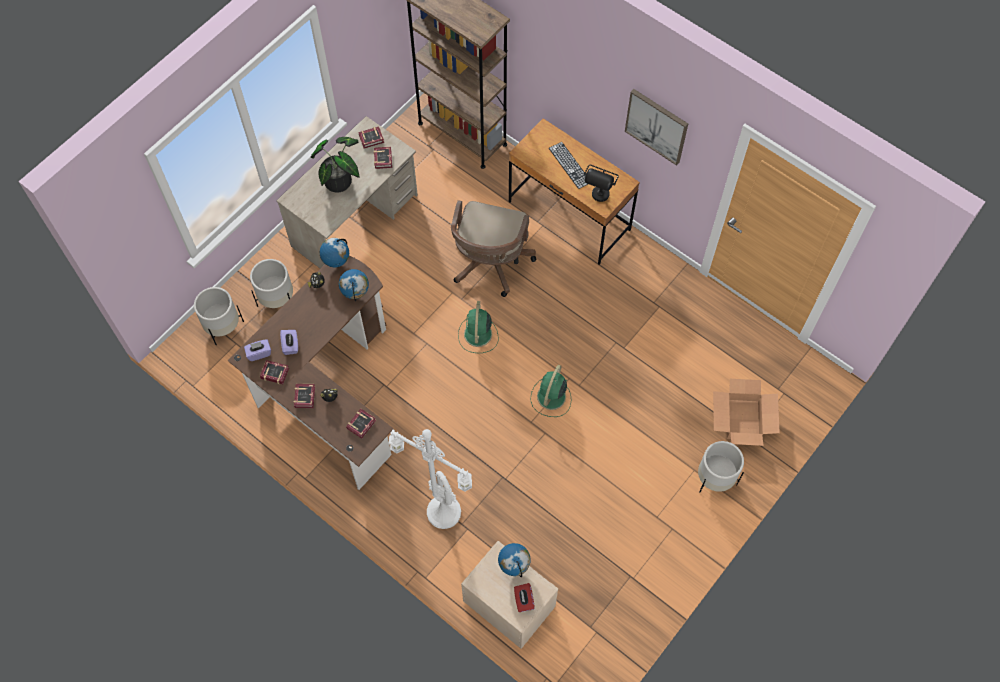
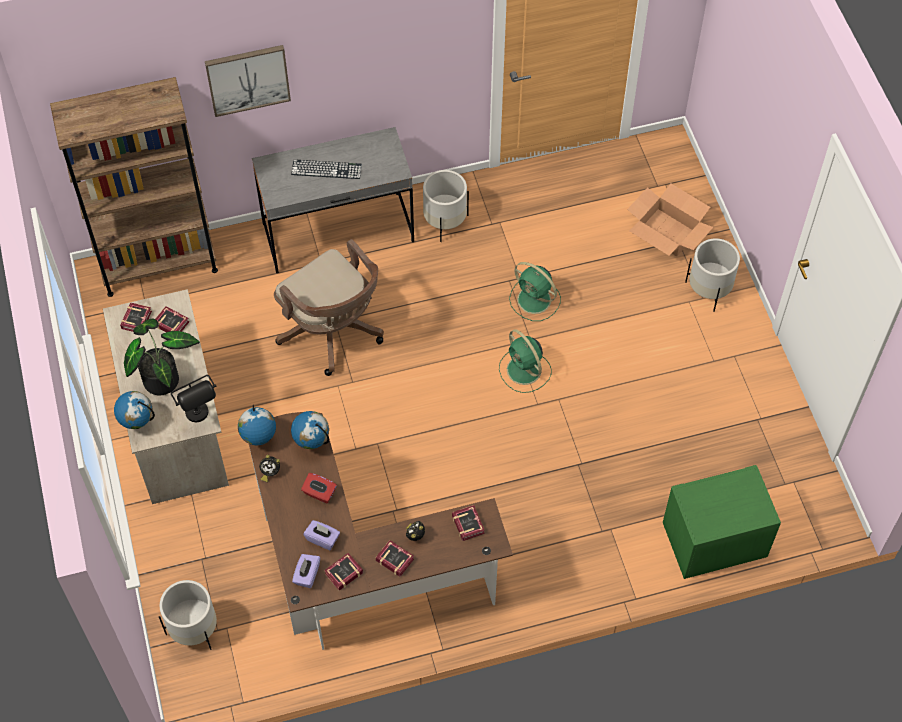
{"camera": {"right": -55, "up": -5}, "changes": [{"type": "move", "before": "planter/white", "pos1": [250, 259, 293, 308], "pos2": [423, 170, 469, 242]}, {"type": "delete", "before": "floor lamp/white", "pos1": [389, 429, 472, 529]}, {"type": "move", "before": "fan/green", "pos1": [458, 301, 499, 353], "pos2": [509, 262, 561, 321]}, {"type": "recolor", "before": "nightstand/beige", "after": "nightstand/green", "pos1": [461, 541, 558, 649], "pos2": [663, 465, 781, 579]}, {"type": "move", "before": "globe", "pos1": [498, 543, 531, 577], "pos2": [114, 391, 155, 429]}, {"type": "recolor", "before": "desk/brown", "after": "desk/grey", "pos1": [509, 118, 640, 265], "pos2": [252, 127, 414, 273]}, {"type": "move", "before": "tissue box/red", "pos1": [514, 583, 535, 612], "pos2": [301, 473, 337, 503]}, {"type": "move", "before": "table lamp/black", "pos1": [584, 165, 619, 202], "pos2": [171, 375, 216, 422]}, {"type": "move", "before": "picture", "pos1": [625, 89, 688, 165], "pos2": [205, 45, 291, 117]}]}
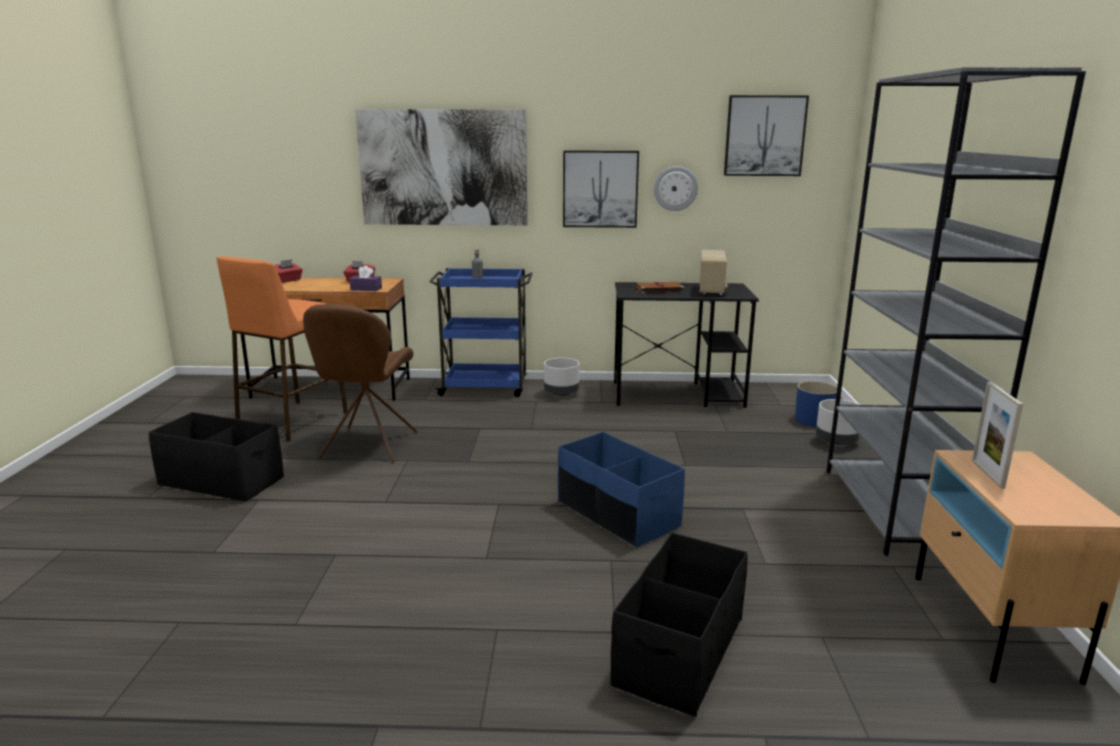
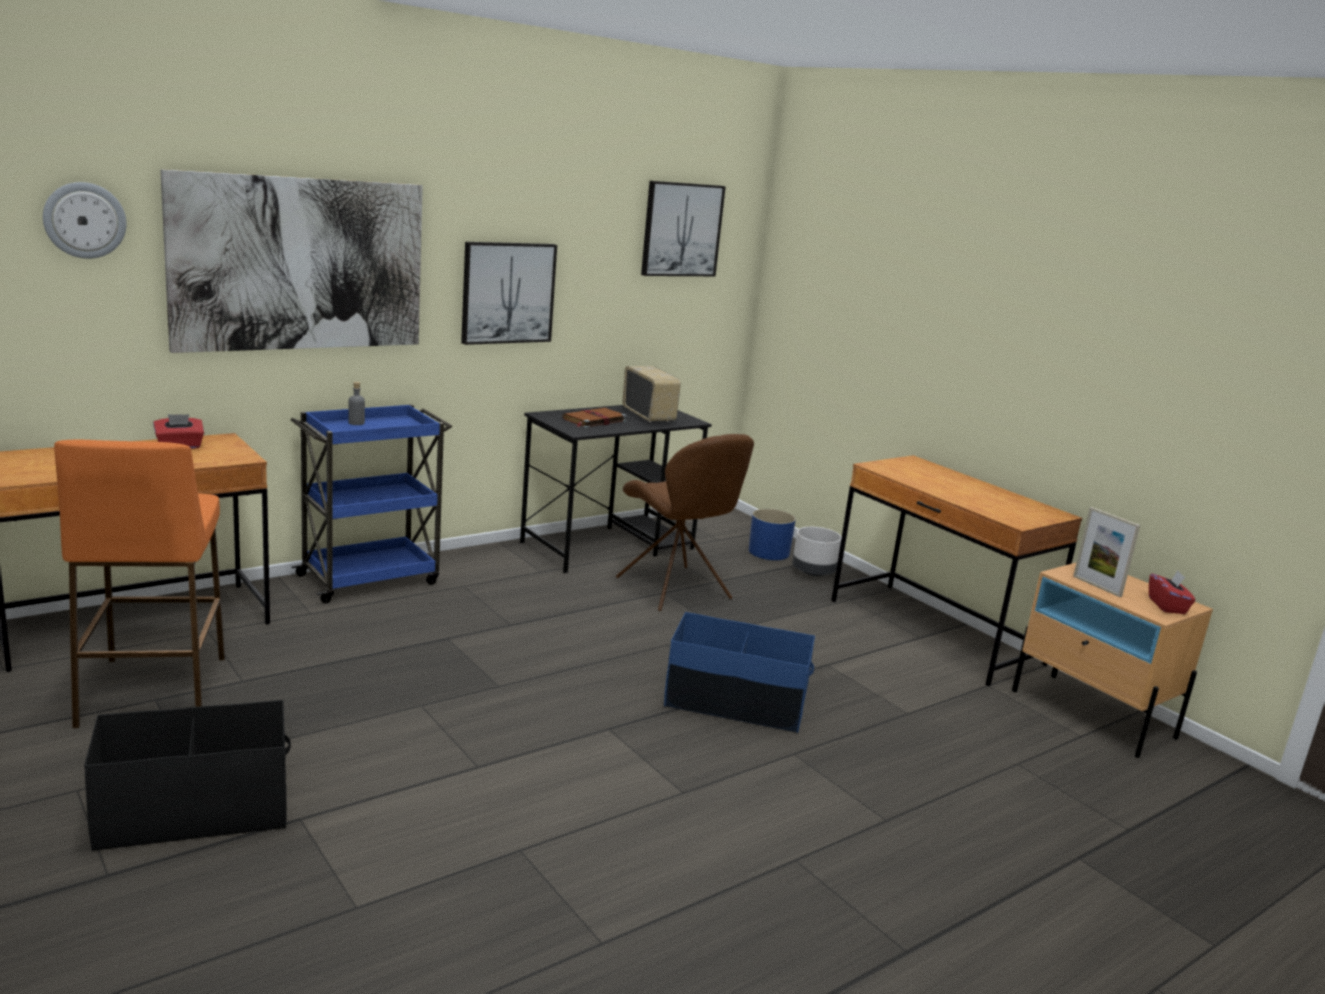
{"camera": {"right": -40, "up": 0}, "changes": [{"type": "move", "before": "tissue box/red", "pos1": [274, 259, 303, 283], "pos2": [1149, 571, 1196, 614]}, {"type": "move", "before": "chair/brown", "pos1": [303, 304, 417, 462], "pos2": [616, 434, 754, 611]}, {"type": "delete", "before": "tissue box/purple", "pos1": [350, 266, 382, 291]}, {"type": "delete", "before": "planter/grey", "pos1": [544, 358, 580, 396]}, {"type": "delete", "before": "storage box/black", "pos1": [611, 533, 748, 717]}, {"type": "move", "before": "wall clock", "pos1": [654, 166, 698, 211], "pos2": [43, 182, 127, 259]}, {"type": "replace", "before": "bookcase/grey", "after": "desk/brown", "pos1": [826, 67, 1086, 556], "pos2": [831, 455, 1082, 686]}]}
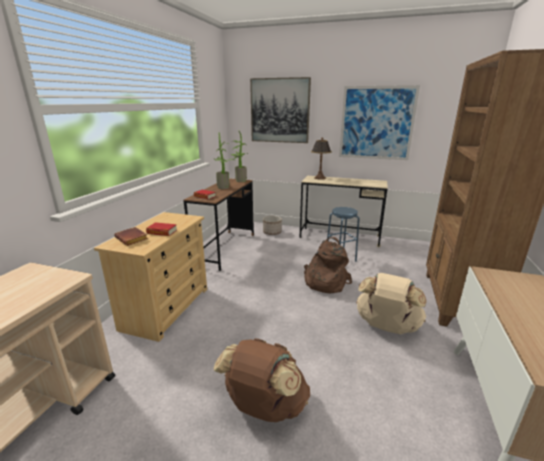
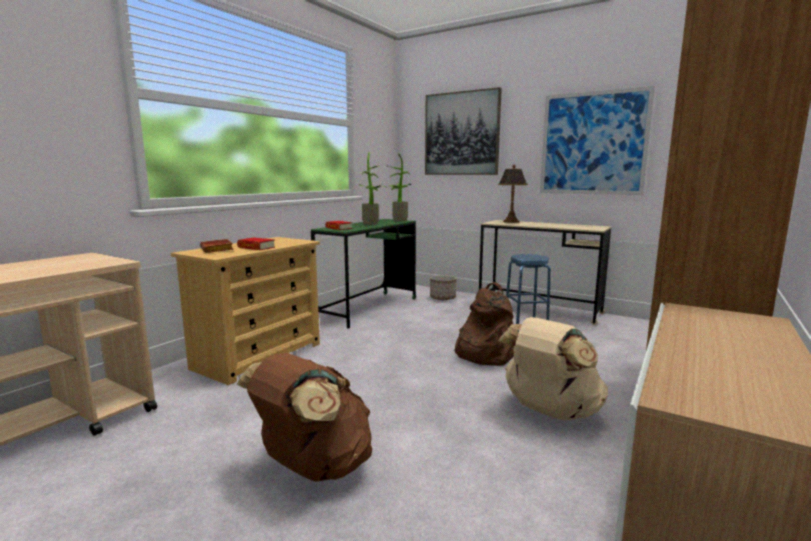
{"camera": {"right": 15, "up": -10}, "changes": [{"type": "recolor", "before": "desk/brown", "after": "desk/green", "pos1": [184, 178, 254, 271], "pos2": [311, 219, 416, 329]}]}
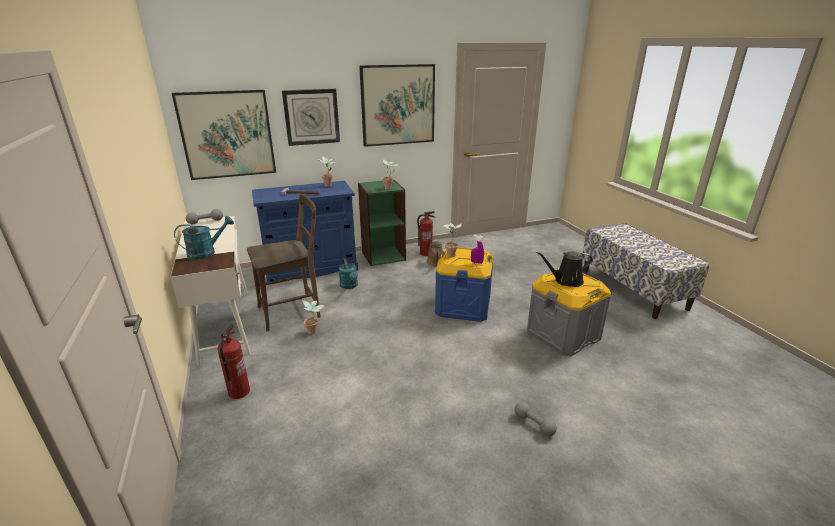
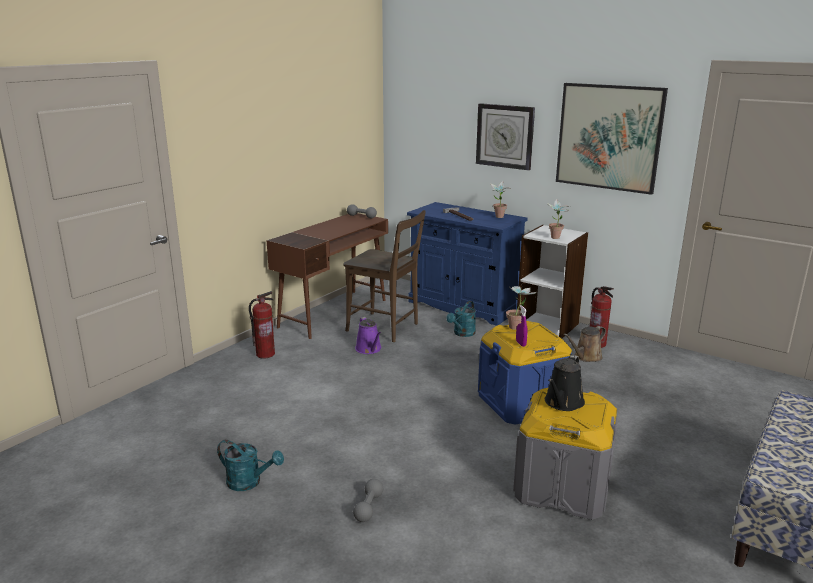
{"camera": {"right": 55, "up": -5}, "changes": [{"type": "recolor", "before": "desk/white", "after": "desk/brown", "pos1": [170, 216, 251, 366], "pos2": [266, 213, 388, 339]}, {"type": "delete", "before": "picture", "pos1": [172, 90, 276, 180]}, {"type": "move", "before": "watering can/turquoise", "pos1": [174, 216, 234, 260], "pos2": [217, 440, 284, 491]}, {"type": "replace", "before": "potted plant", "after": "watering can/purple", "pos1": [302, 300, 325, 334], "pos2": [355, 317, 382, 354]}, {"type": "recolor", "before": "bookcase/green", "after": "bookcase/white", "pos1": [358, 179, 406, 266], "pos2": [517, 225, 588, 338]}, {"type": "rotate", "before": "watering can/black", "pos1": [537, 251, 593, 287], "pos2": [545, 355, 585, 411], "turn": -105}]}
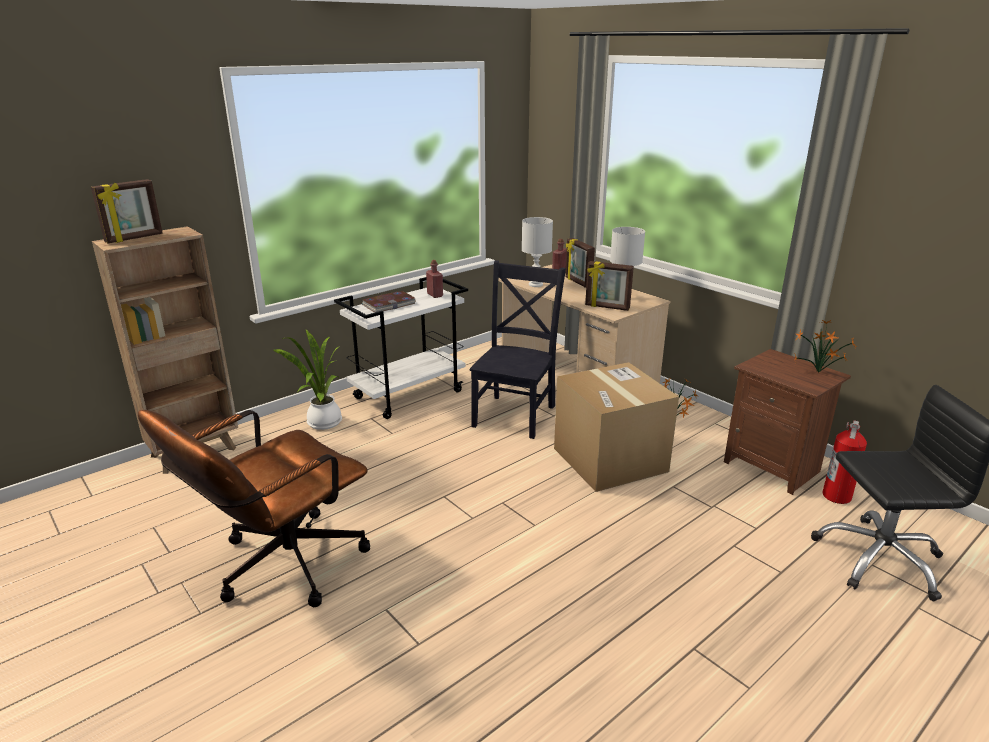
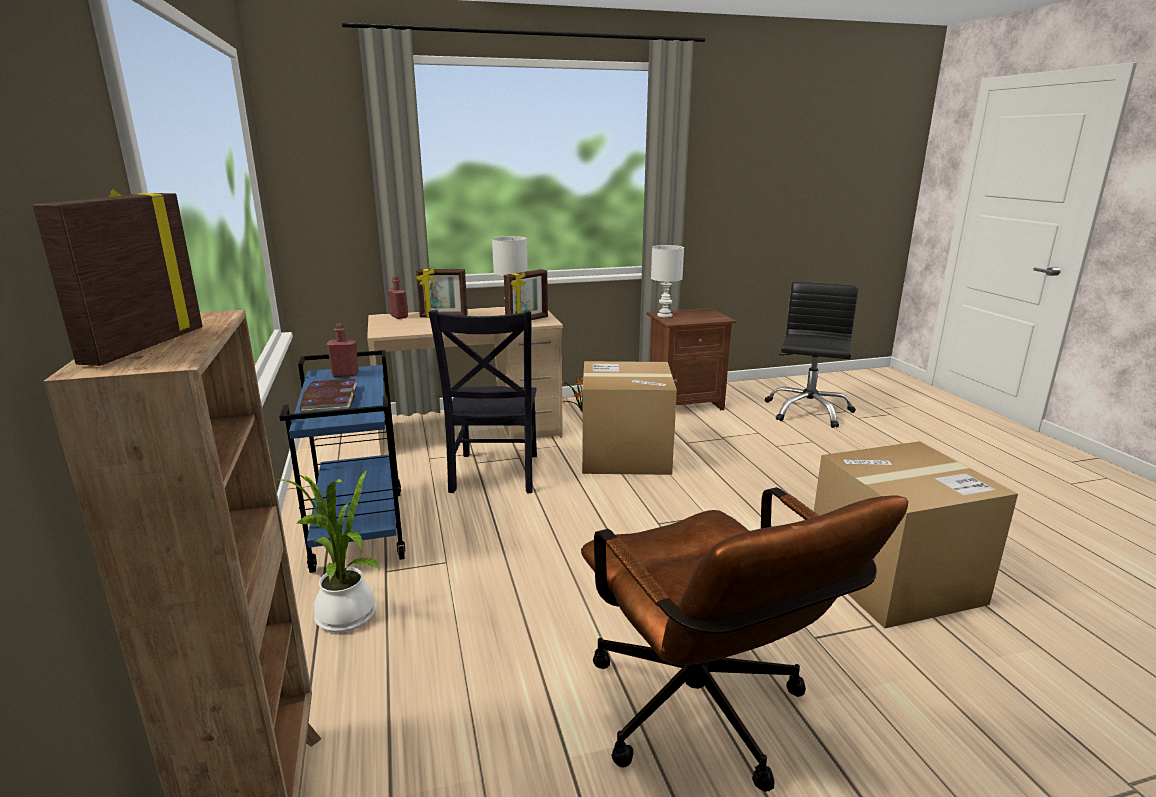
{"camera": {"right": -65, "up": -5}, "changes": [{"type": "rotate", "before": "picture frame", "pos1": [91, 179, 163, 243], "pos2": [32, 189, 203, 366], "turn": -150}, {"type": "recolor", "before": "cart/white", "after": "cart/blue", "pos1": [334, 277, 468, 419], "pos2": [279, 350, 405, 573]}, {"type": "rotate", "before": "chair/black", "pos1": [469, 261, 566, 439], "pos2": [429, 310, 537, 494], "turn": -135}, {"type": "move", "before": "table lamp/white", "pos1": [522, 217, 553, 287], "pos2": [651, 245, 684, 318]}, {"type": "delete", "before": "potted plant", "pos1": [794, 320, 857, 373]}, {"type": "delete", "before": "fire extinguisher", "pos1": [822, 420, 867, 504]}, {"type": "insert", "after": "cardboard box", "pos2": [814, 441, 1018, 629]}]}
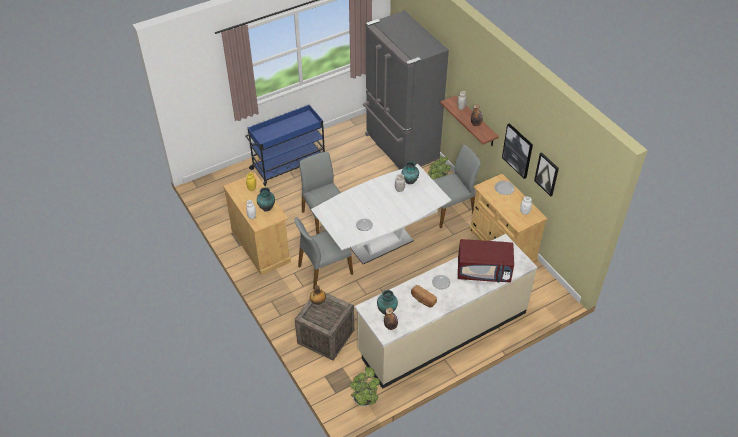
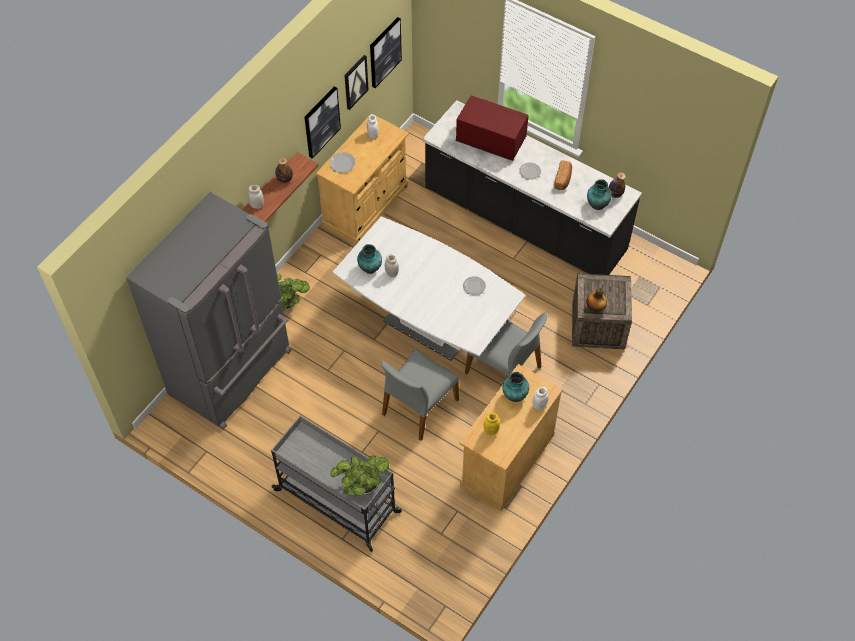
{"camera": {"right": -115, "up": 10}, "changes": [{"type": "recolor", "before": "cart/blue", "after": "cart/grey", "pos1": [245, 105, 325, 187], "pos2": [271, 416, 401, 552]}, {"type": "move", "before": "potted plant", "pos1": [350, 367, 380, 406], "pos2": [331, 456, 389, 496]}, {"type": "recolor", "before": "counter/beige", "after": "counter/black", "pos1": [355, 234, 537, 389], "pos2": [422, 100, 642, 275]}, {"type": "delete", "before": "chair/grey", "pos1": [432, 145, 481, 228]}, {"type": "rotate", "before": "microwave/red", "pos1": [458, 239, 514, 283], "pos2": [456, 95, 529, 161], "turn": -45}, {"type": "insert", "after": "picture", "pos2": [370, 17, 402, 88]}]}
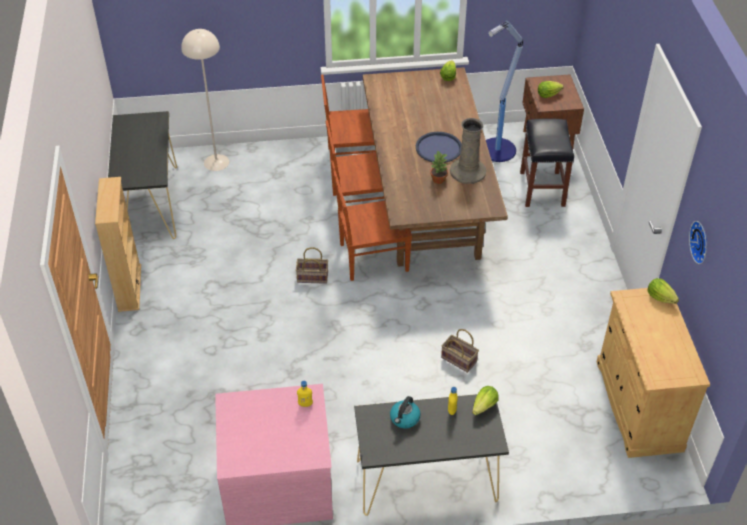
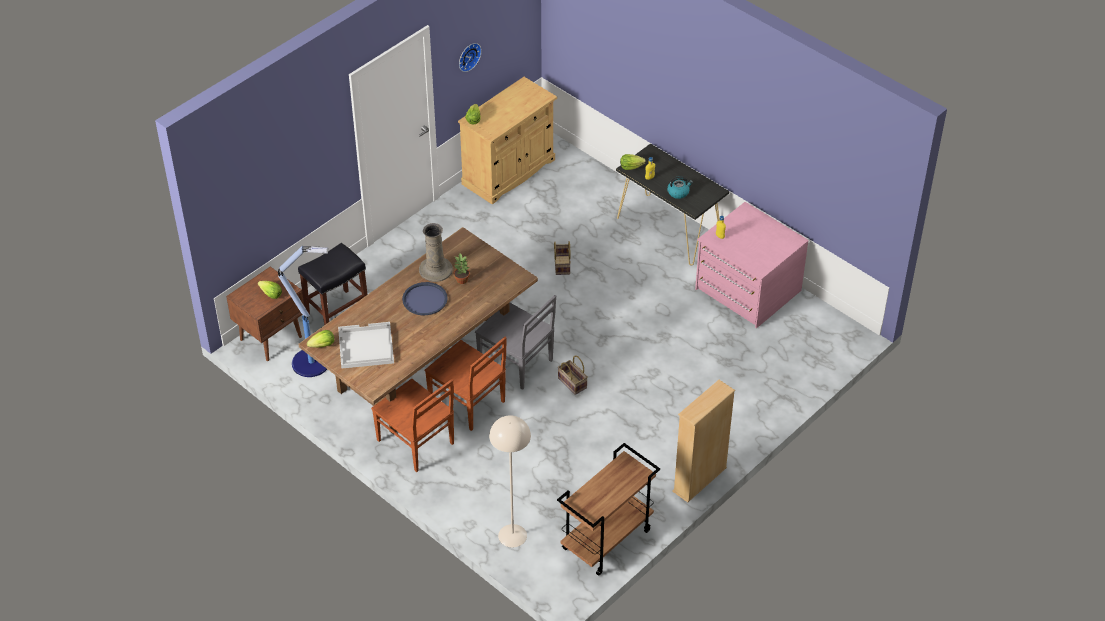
{"camera": {"right": -130, "up": 0}, "changes": [{"type": "replace", "before": "console table/black", "after": "cart/brown", "pos1": [108, 111, 177, 239], "pos2": [557, 443, 660, 576]}, {"type": "recolor", "before": "chair/brown", "after": "chair/grey", "pos1": [333, 171, 412, 281], "pos2": [475, 295, 556, 390]}, {"type": "insert", "after": "tray/white", "pos2": [338, 322, 394, 369]}]}
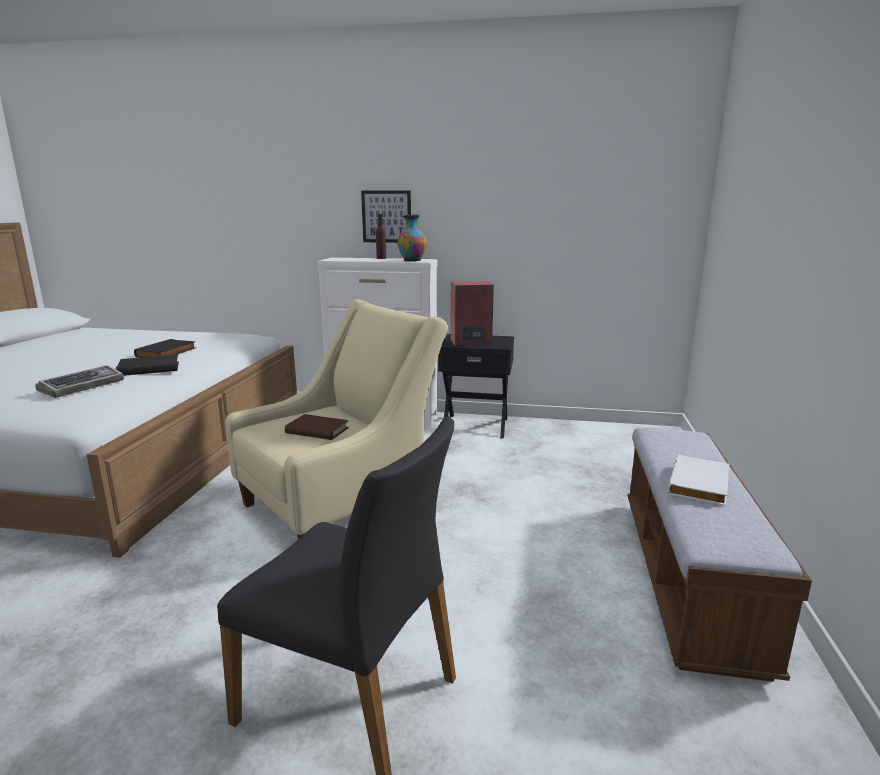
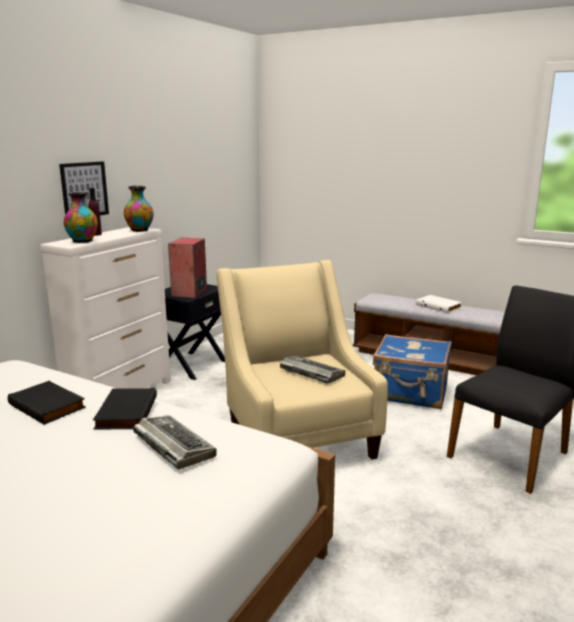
{"camera": {"right": -70, "up": 0}, "changes": [{"type": "replace", "before": "book/brown", "after": "keyboard", "pos1": [285, 414, 349, 440], "pos2": [280, 356, 345, 383]}, {"type": "insert", "after": "vase", "pos2": [64, 192, 98, 243]}, {"type": "insert", "after": "suitcase/blue", "pos2": [373, 334, 451, 409]}]}
